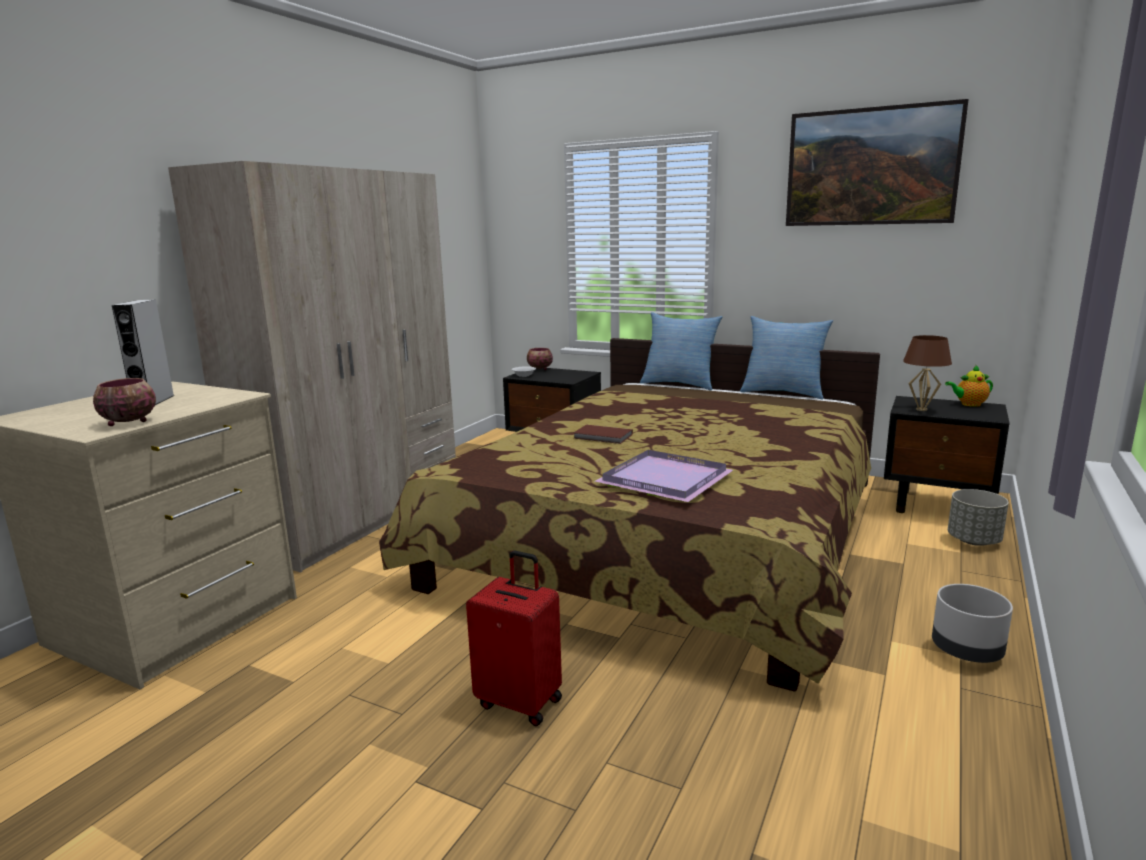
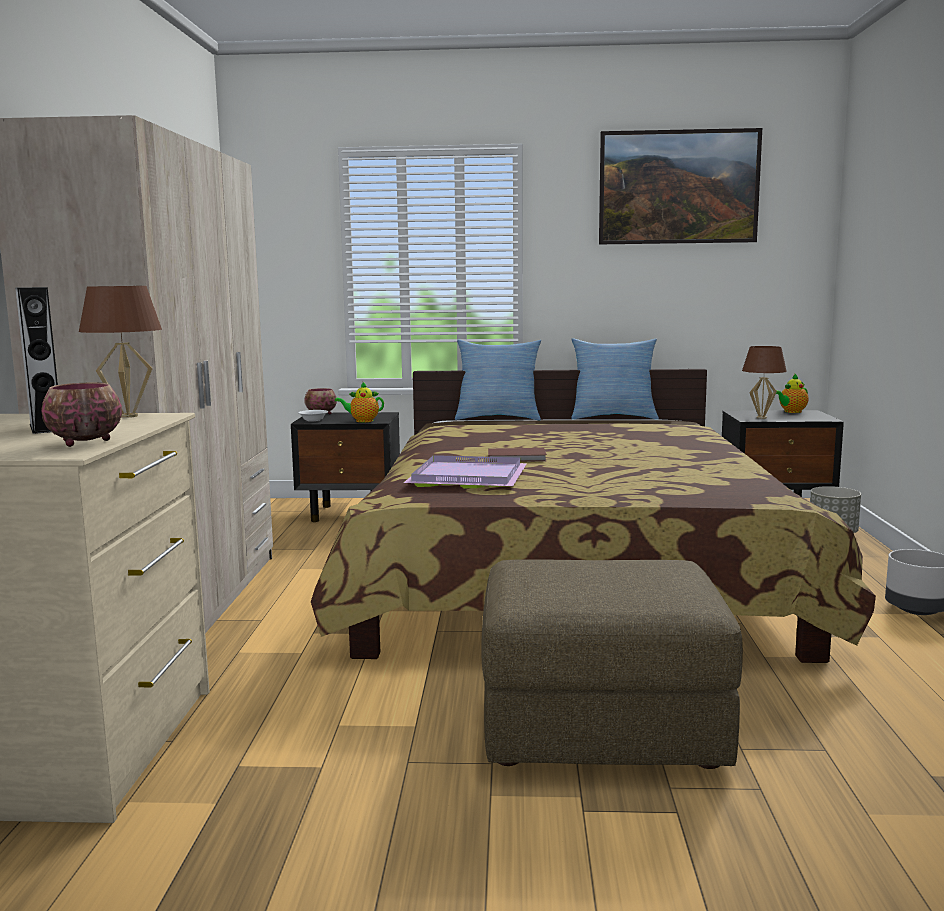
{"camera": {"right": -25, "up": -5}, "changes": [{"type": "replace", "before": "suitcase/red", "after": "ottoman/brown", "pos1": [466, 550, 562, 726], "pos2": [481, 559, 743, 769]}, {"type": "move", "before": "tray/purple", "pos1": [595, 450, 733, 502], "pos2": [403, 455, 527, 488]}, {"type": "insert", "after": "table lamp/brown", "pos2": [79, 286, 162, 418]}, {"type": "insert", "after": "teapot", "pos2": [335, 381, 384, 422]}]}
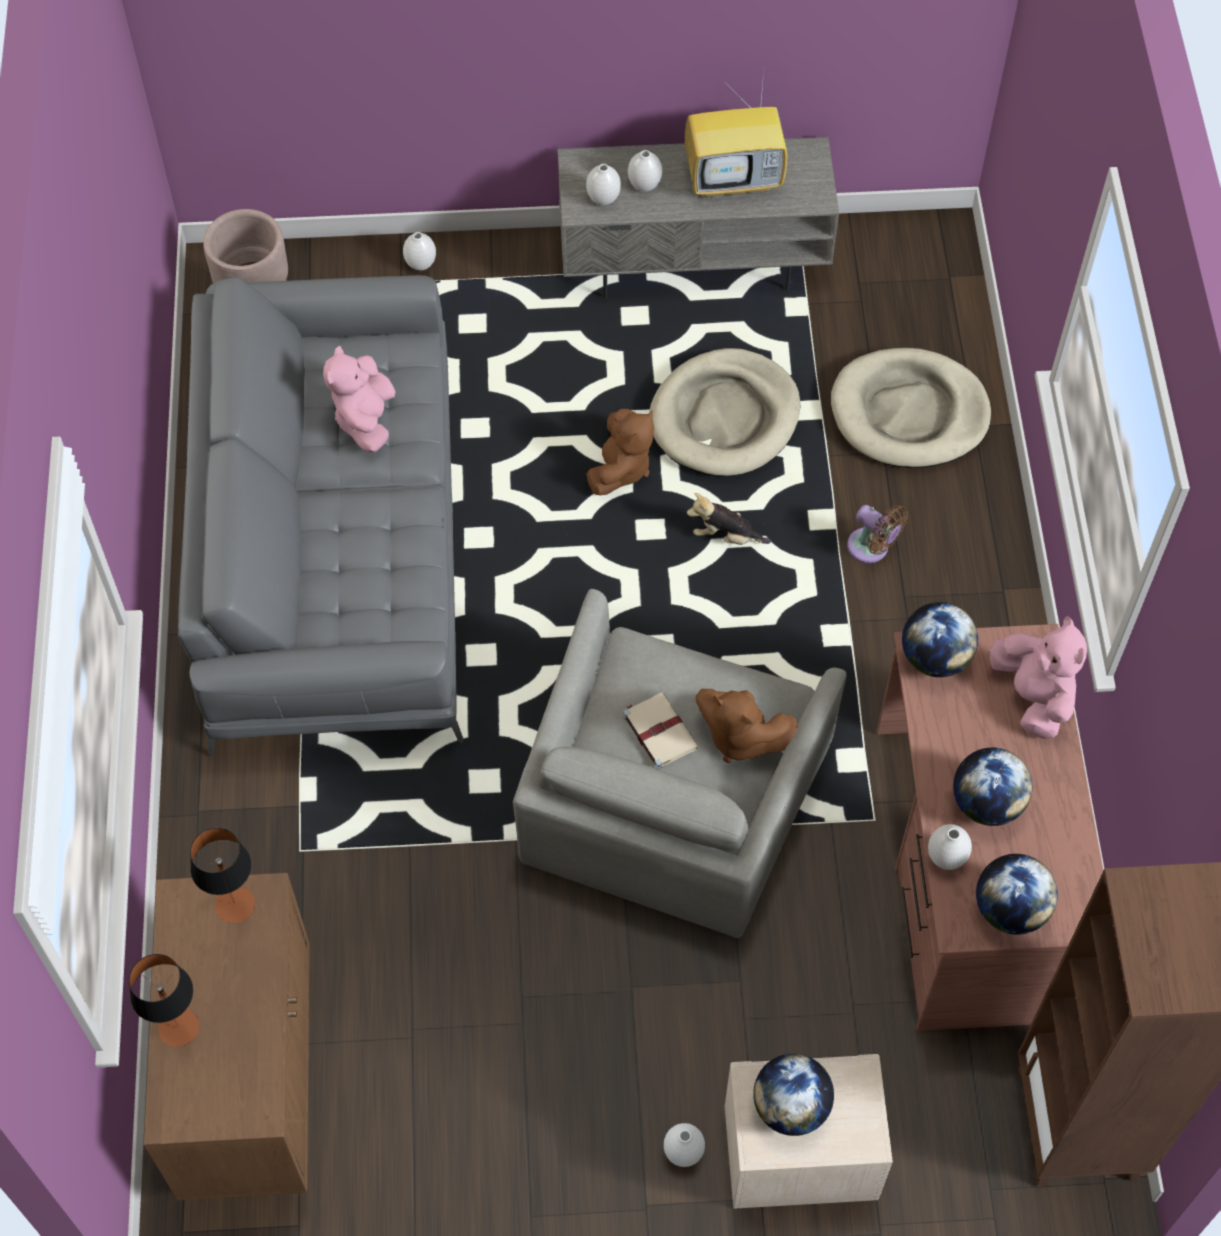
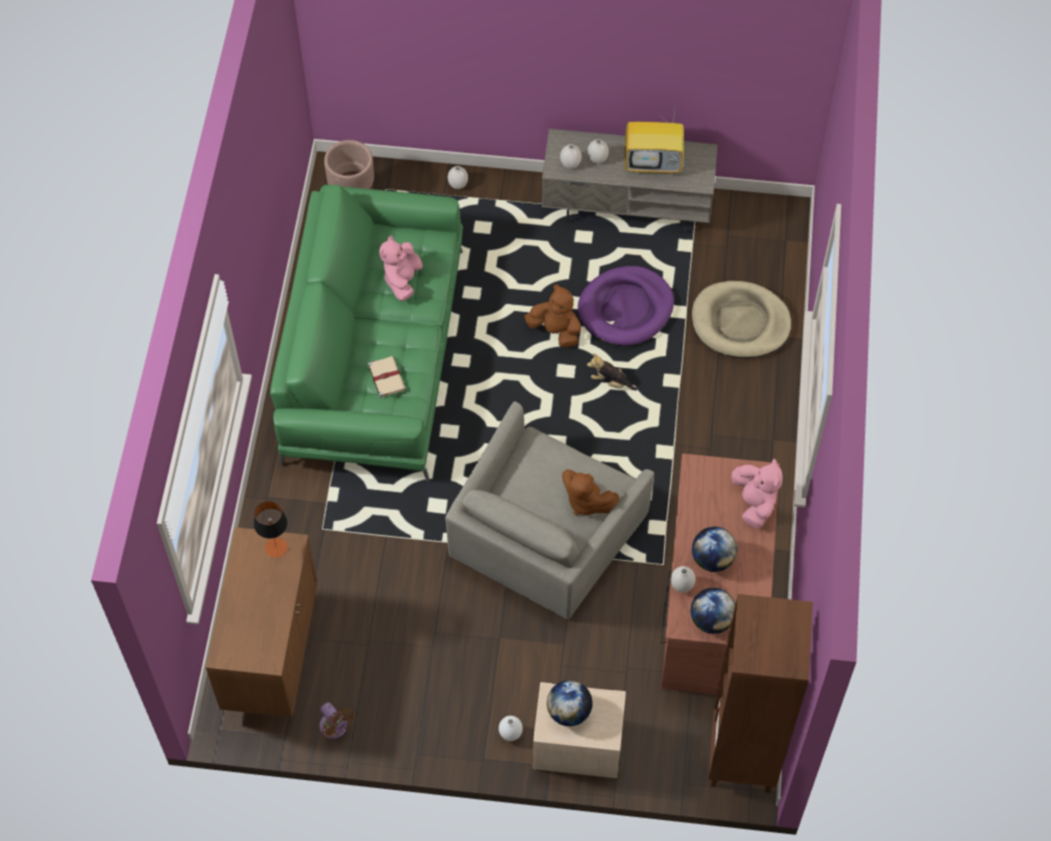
{"camera": {"right": 10, "up": 0}, "changes": [{"type": "delete", "before": "table lamp", "pos1": [129, 954, 199, 1047]}, {"type": "recolor", "before": "sofa/grey", "after": "sofa/green", "pos1": [178, 275, 464, 756], "pos2": [270, 185, 463, 481]}, {"type": "rotate", "before": "plush toy/brown", "pos1": [587, 409, 654, 495], "pos2": [524, 284, 581, 348], "turn": -90}, {"type": "move", "before": "book/beige", "pos1": [623, 692, 698, 770], "pos2": [368, 356, 406, 398]}, {"type": "recolor", "before": "dog bed/beige", "after": "dog bed/purple", "pos1": [649, 348, 801, 476], "pos2": [578, 266, 674, 346]}, {"type": "move", "before": "fan/brown", "pos1": [847, 505, 908, 563], "pos2": [319, 702, 354, 739]}, {"type": "delete", "before": "globe", "pos1": [902, 602, 978, 677]}]}
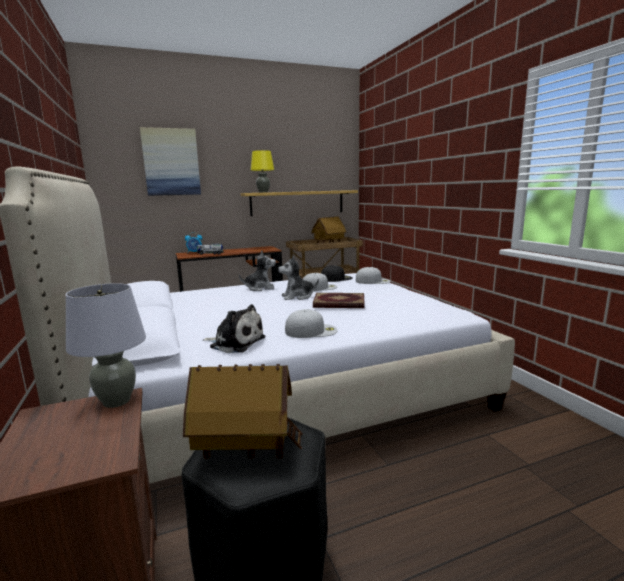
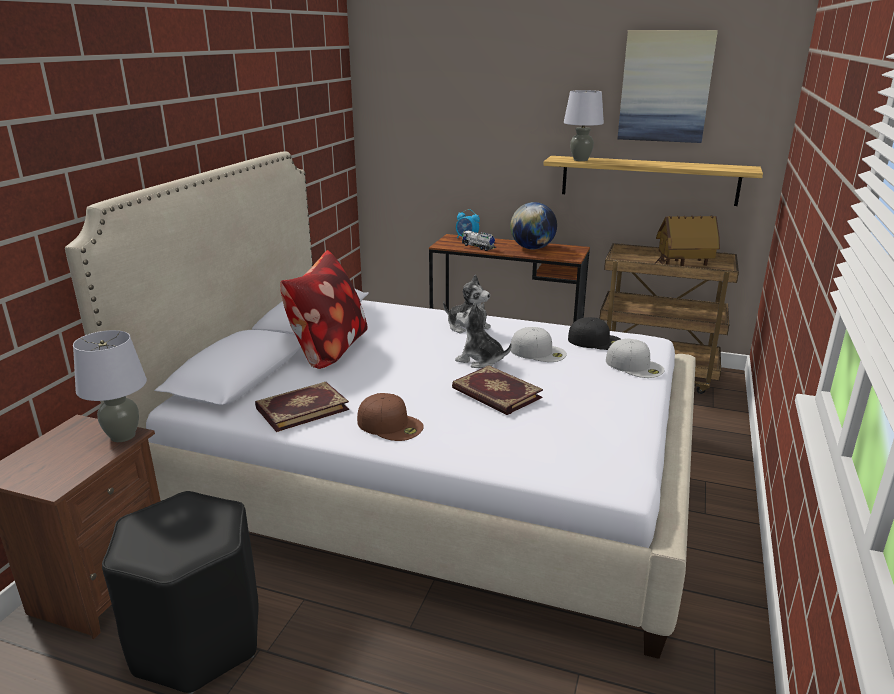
{"camera": {"right": 40, "up": 10}, "changes": [{"type": "move", "before": "picture", "pos1": [140, 127, 201, 196], "pos2": [617, 30, 718, 143]}, {"type": "delete", "before": "toy house", "pos1": [183, 364, 303, 459]}, {"type": "replace", "before": "plush toy", "after": "book", "pos1": [203, 304, 265, 353], "pos2": [255, 382, 349, 432]}, {"type": "recolor", "before": "table lamp/yellow", "after": "table lamp/grey", "pos1": [251, 150, 274, 193], "pos2": [564, 90, 604, 161]}, {"type": "recolor", "before": "cap/white", "after": "cap/brown", "pos1": [285, 309, 338, 338], "pos2": [357, 393, 424, 441]}, {"type": "insert", "after": "pillow", "pos2": [280, 250, 368, 369]}, {"type": "insert", "after": "globe", "pos2": [510, 202, 557, 249]}]}
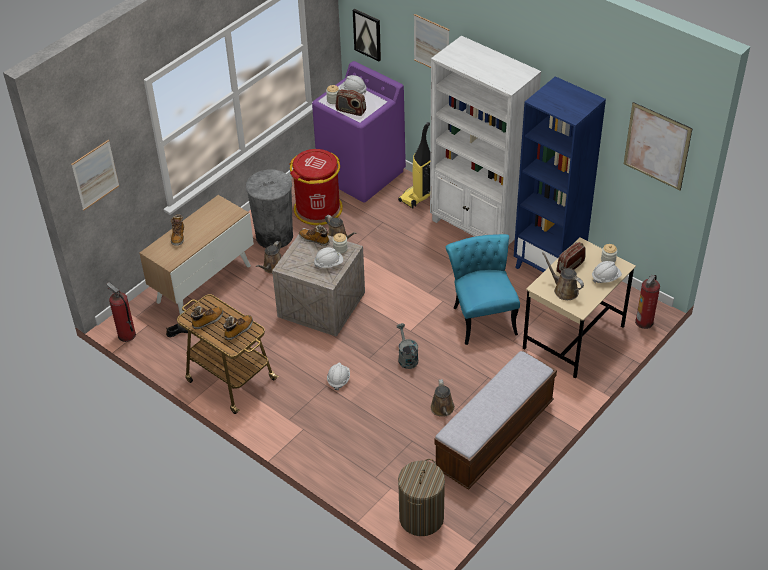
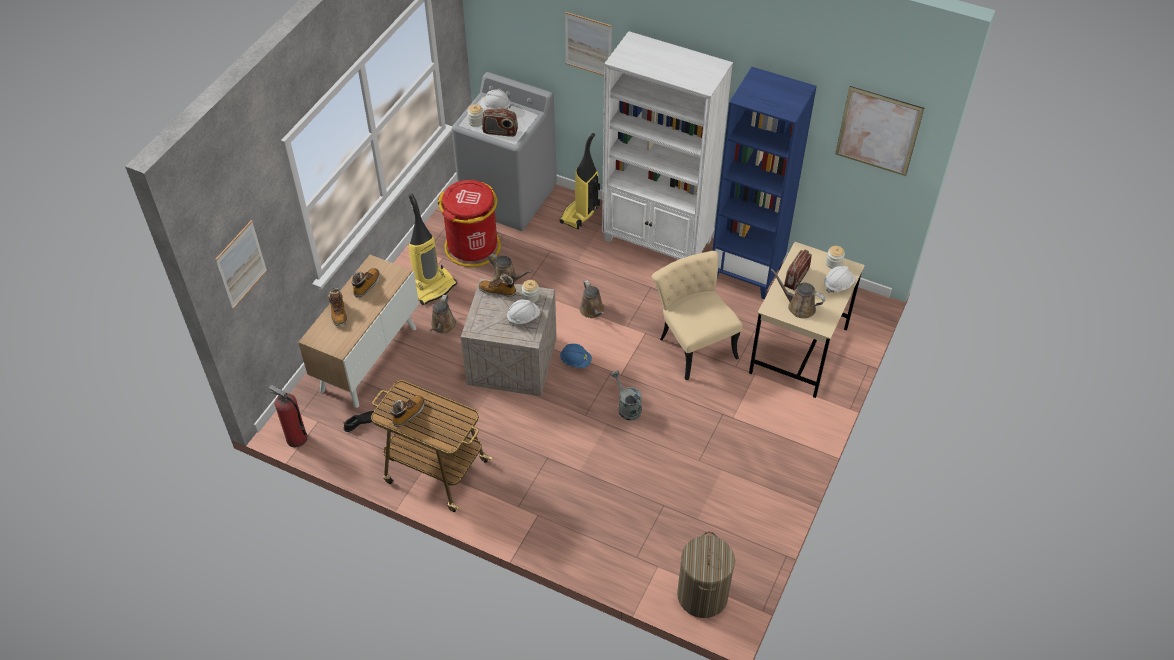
{"camera": {"right": -15, "up": 5}, "changes": [{"type": "move", "before": "boot", "pos1": [223, 315, 253, 340], "pos2": [352, 268, 380, 298]}, {"type": "replace", "before": "trash can/grey", "after": "vacuum cleaner", "pos1": [246, 170, 293, 248], "pos2": [409, 194, 457, 305]}, {"type": "recolor", "before": "washing machine/purple", "after": "washing machine/grey", "pos1": [312, 61, 406, 203], "pos2": [452, 72, 557, 231]}, {"type": "delete", "before": "hard hat/white", "pos1": [327, 363, 350, 390]}, {"type": "delete", "before": "picture", "pos1": [353, 9, 381, 61]}, {"type": "move", "before": "watering can/brown", "pos1": [431, 379, 455, 417], "pos2": [579, 280, 604, 318]}, {"type": "delete", "before": "bench", "pos1": [434, 350, 557, 490]}, {"type": "recolor", "before": "chair/turquoise", "after": "chair/beige", "pos1": [446, 234, 520, 345], "pos2": [652, 251, 743, 380]}, {"type": "delete", "before": "fire extinguisher", "pos1": [635, 275, 660, 329]}, {"type": "insert", "after": "hard hat/blue", "pos2": [560, 343, 592, 368]}]}
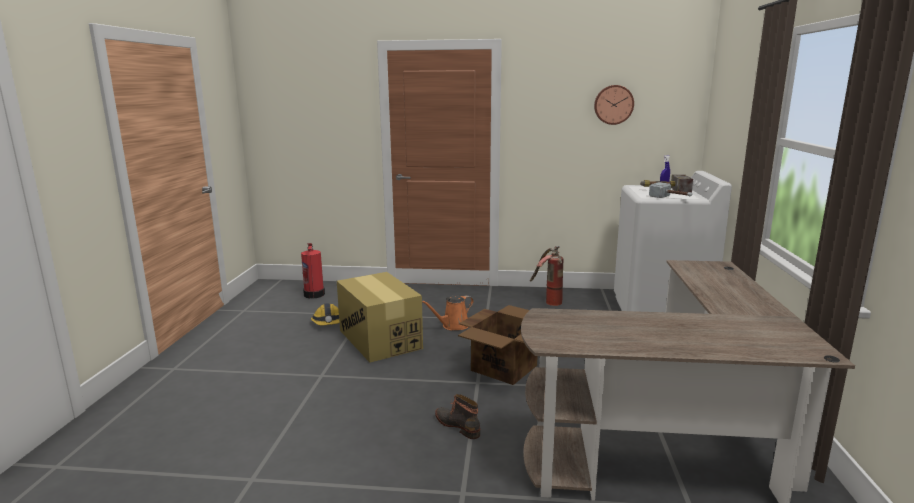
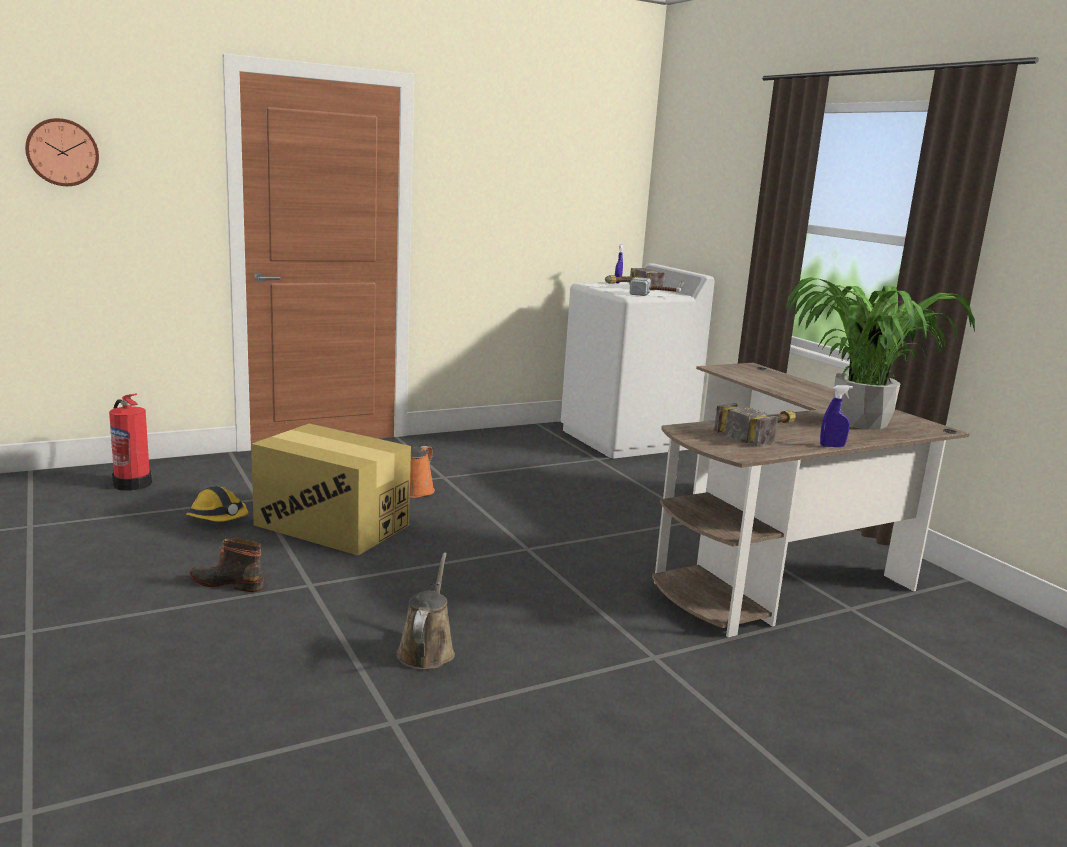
{"camera": {"right": -35, "up": 0}, "changes": [{"type": "move", "before": "boot", "pos1": [435, 394, 480, 439], "pos2": [190, 538, 264, 592]}, {"type": "delete", "before": "cardboard box", "pos1": [458, 305, 537, 385]}, {"type": "delete", "before": "fire extinguisher", "pos1": [530, 246, 563, 306]}, {"type": "move", "before": "wall clock", "pos1": [594, 85, 634, 125], "pos2": [25, 118, 99, 186]}, {"type": "insert", "after": "watering can/brown", "pos2": [396, 552, 455, 670]}, {"type": "insert", "after": "hammer", "pos2": [714, 403, 796, 447]}, {"type": "insert", "after": "potted plant", "pos2": [785, 277, 975, 430]}, {"type": "insert", "after": "spray bottle/blue", "pos2": [820, 385, 853, 447]}]}
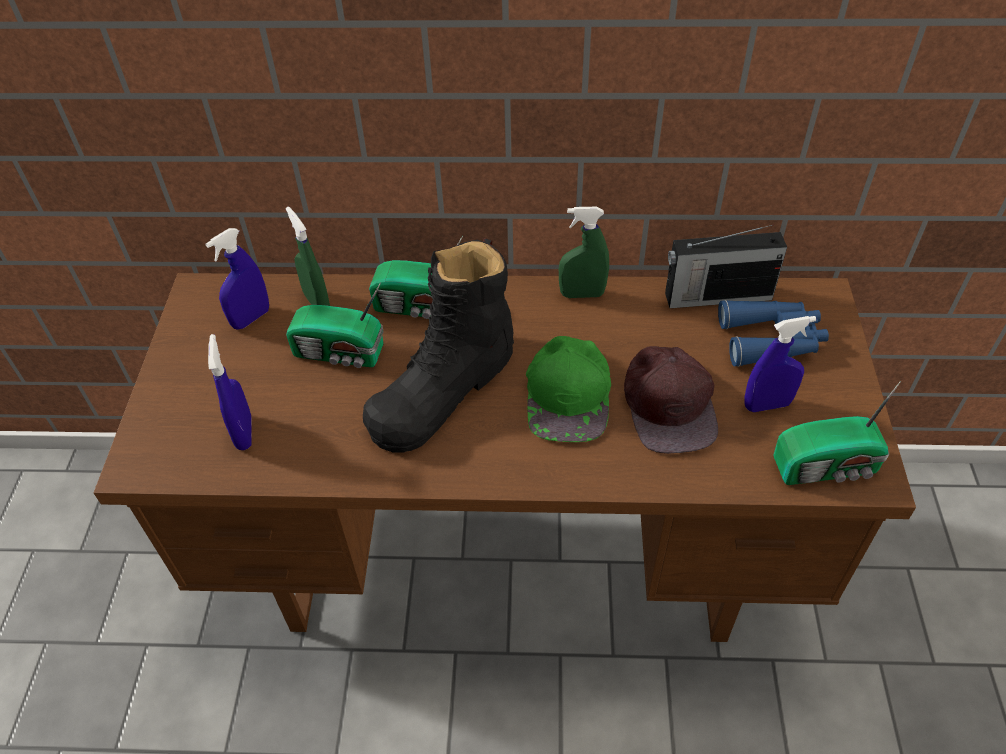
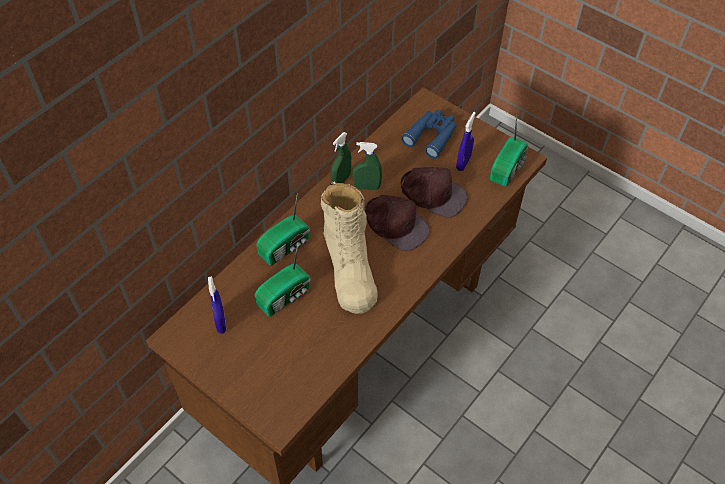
{"camera": {"right": -55, "up": 5}, "changes": [{"type": "delete", "before": "spray bottle/blue", "pos1": [208, 334, 251, 450]}, {"type": "move", "before": "spray bottle/green", "pos1": [286, 207, 330, 306], "pos2": [352, 142, 382, 190]}, {"type": "recolor", "before": "boot/black", "after": "boot/beige", "pos1": [363, 238, 514, 453], "pos2": [321, 181, 378, 314]}, {"type": "recolor", "before": "cap/green", "after": "cap/brown", "pos1": [526, 336, 611, 442], "pos2": [365, 195, 430, 251]}, {"type": "delete", "before": "radio", "pos1": [665, 224, 787, 308]}]}
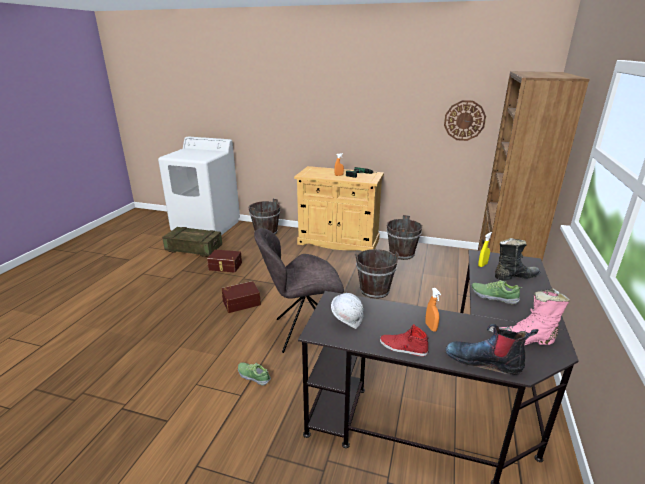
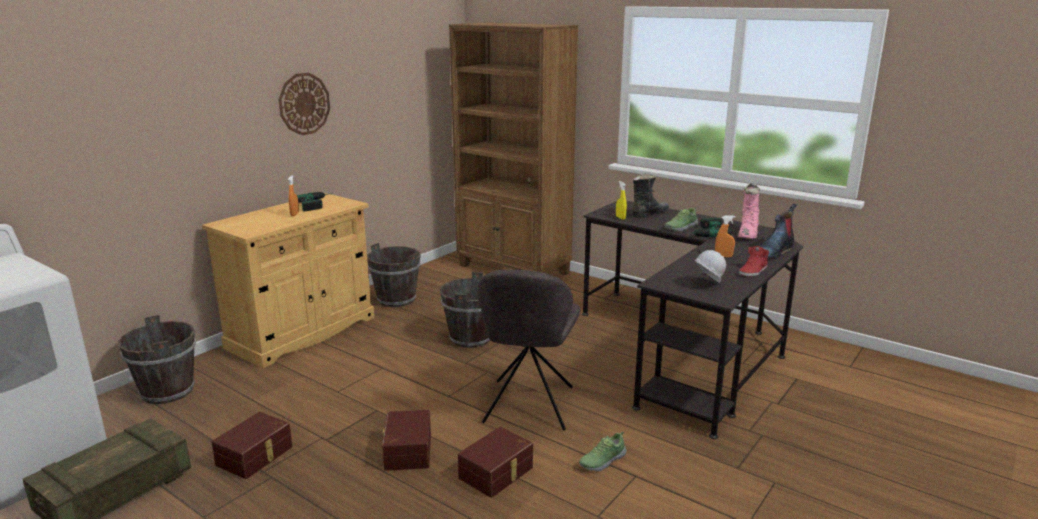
{"camera": {"right": -70, "up": -5}, "changes": [{"type": "move", "before": "wall clock", "pos1": [444, 100, 486, 141], "pos2": [279, 73, 330, 135]}, {"type": "rotate", "before": "boot/black", "pos1": [495, 238, 540, 280], "pos2": [632, 174, 669, 218], "turn": 45}, {"type": "insert", "after": "storage box/brown", "pos2": [458, 427, 533, 498]}, {"type": "insert", "after": "power drill", "pos2": [693, 218, 732, 237]}]}
